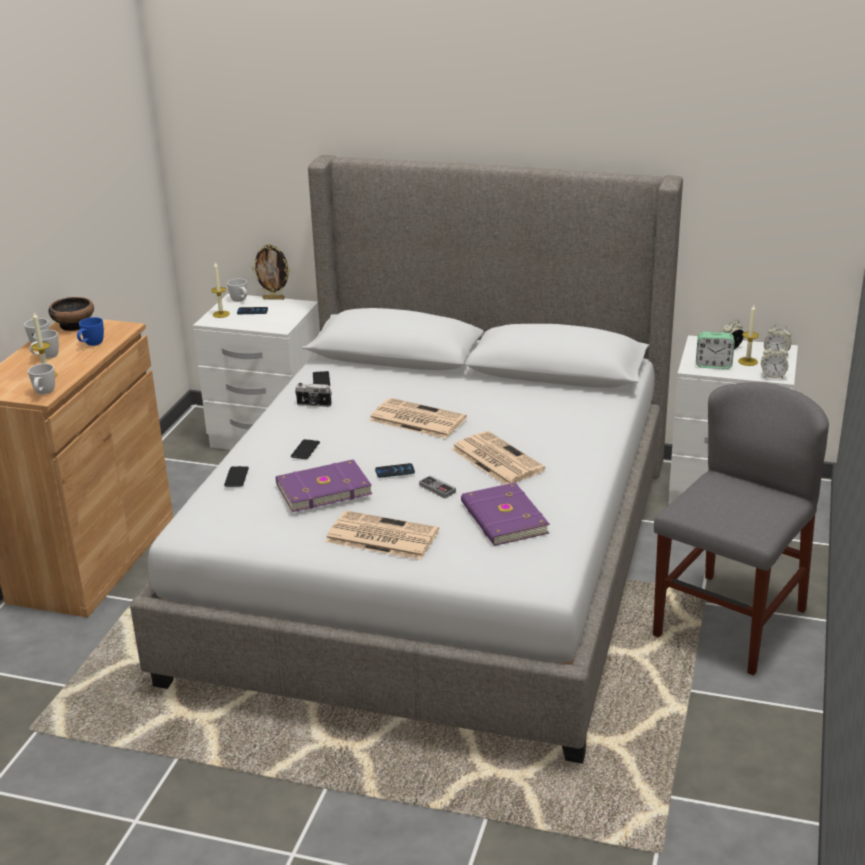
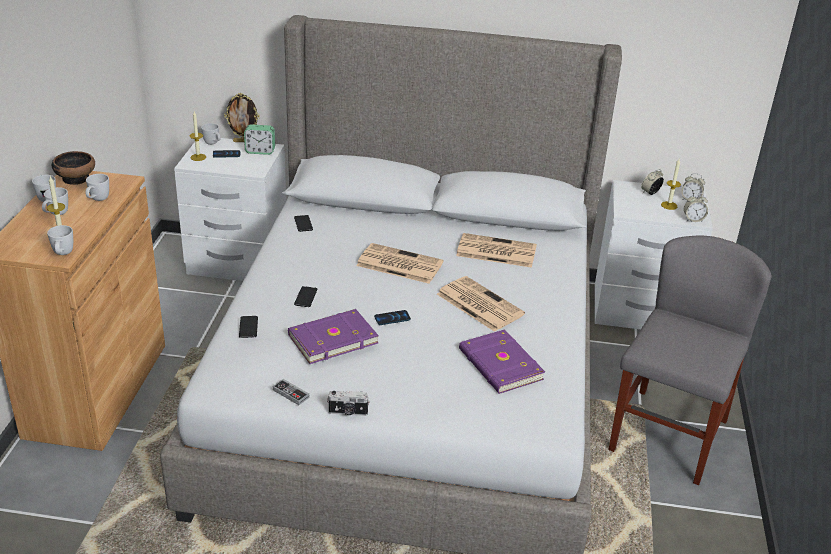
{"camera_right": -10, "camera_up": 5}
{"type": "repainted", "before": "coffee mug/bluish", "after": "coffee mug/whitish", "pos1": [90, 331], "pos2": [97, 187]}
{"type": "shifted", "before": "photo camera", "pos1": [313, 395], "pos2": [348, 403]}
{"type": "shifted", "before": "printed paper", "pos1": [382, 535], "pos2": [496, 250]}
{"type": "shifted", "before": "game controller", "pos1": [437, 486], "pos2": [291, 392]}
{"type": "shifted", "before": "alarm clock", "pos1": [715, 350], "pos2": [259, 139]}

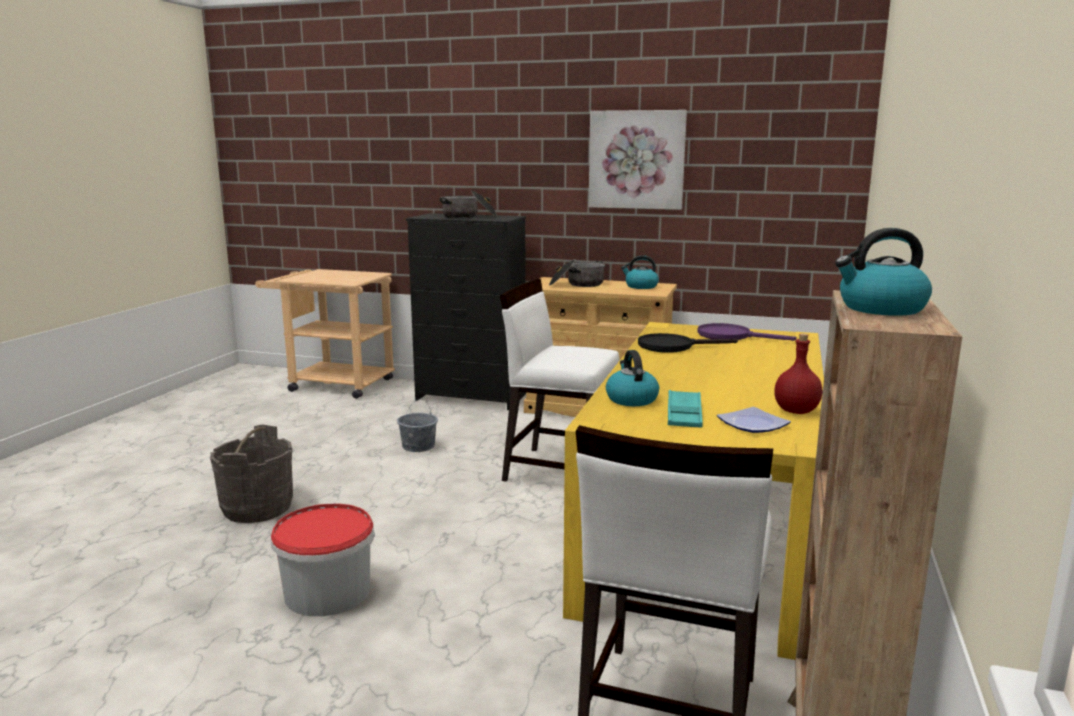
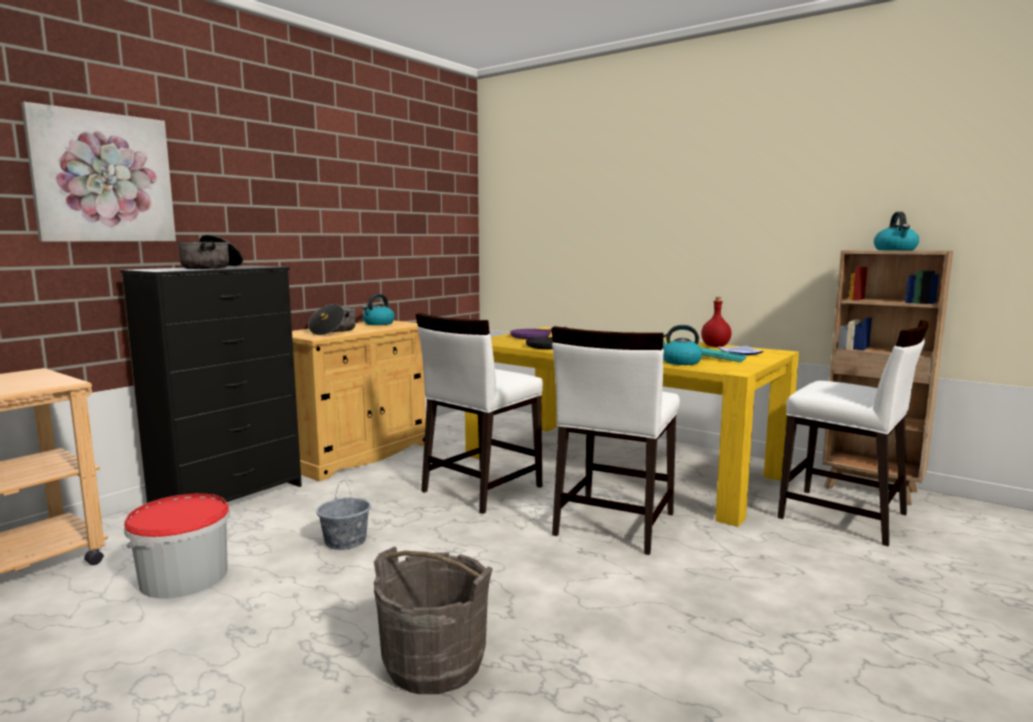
{"camera_right": -70, "camera_up": -5}
{"type": "shifted", "before": "bucket", "pos1": [323, 559], "pos2": [177, 545]}
{"type": "shifted", "before": "wall picture", "pos1": [638, 160], "pos2": [98, 172]}
{"type": "new", "after": "chair/whitish", "pos2": [615, 440]}

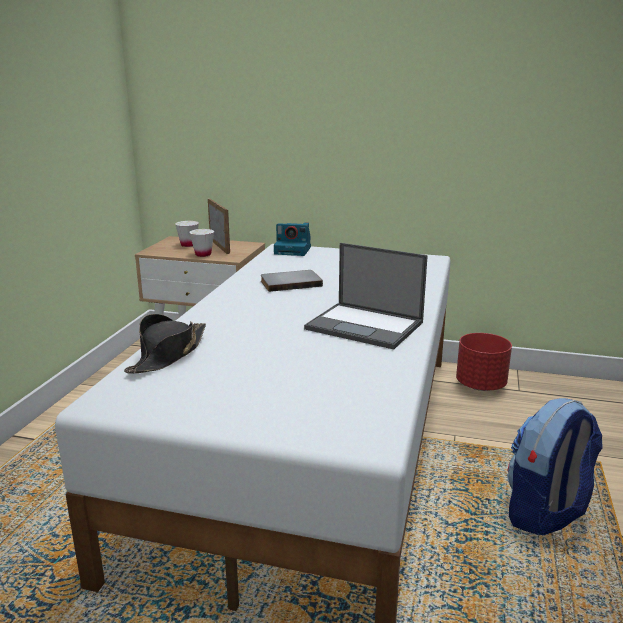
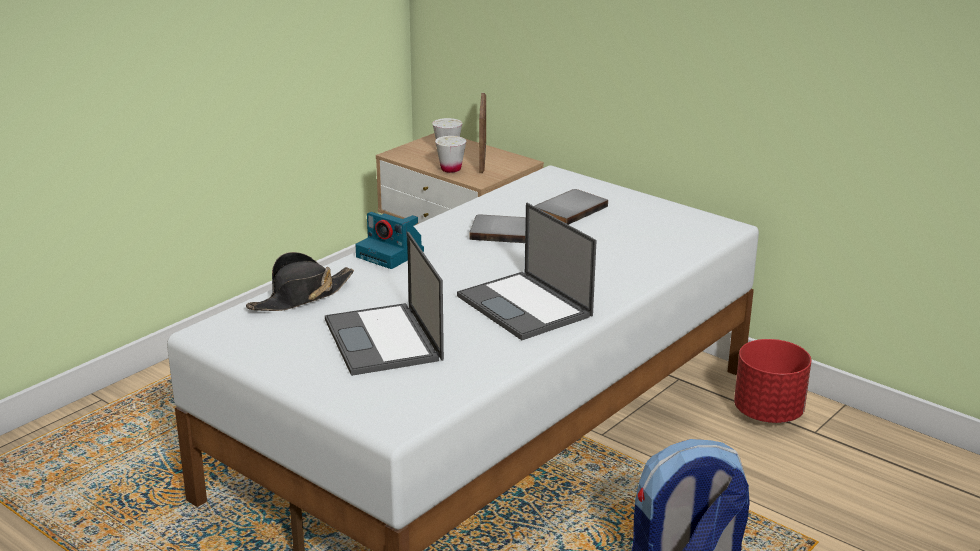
{"camera_right": 25, "camera_up": 5}
{"type": "shifted", "before": "photo camera", "pos1": [292, 239], "pos2": [389, 240]}
{"type": "new", "after": "laptop", "pos2": [384, 304]}
{"type": "new", "after": "volume/gray", "pos2": [571, 207]}

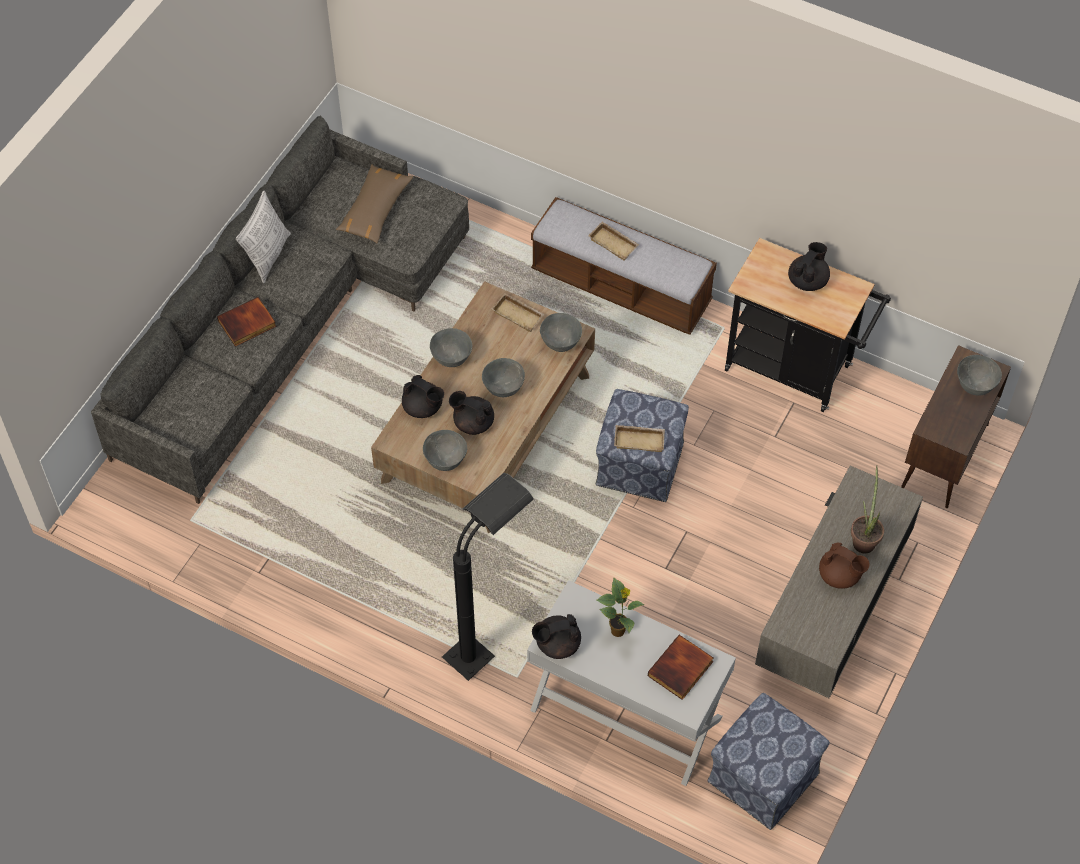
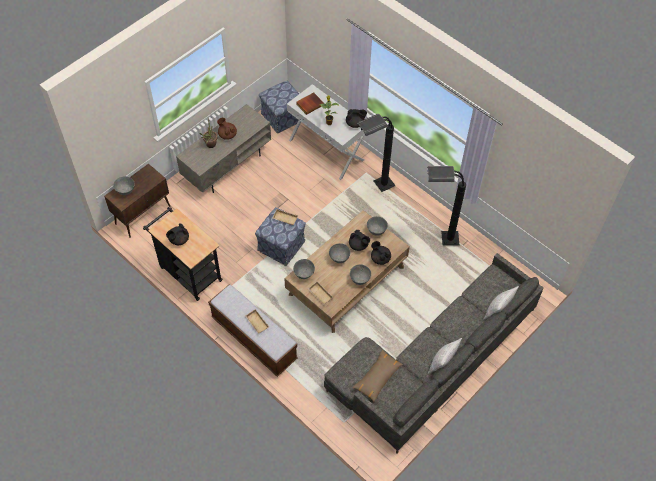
{"camera_right": -165, "camera_up": 0}
{"type": "gone", "before": "volume", "pos1": [246, 321]}
{"type": "new", "after": "standard lamp/black", "pos2": [446, 205]}
{"type": "new", "after": "throw pillow", "pos2": [501, 303]}

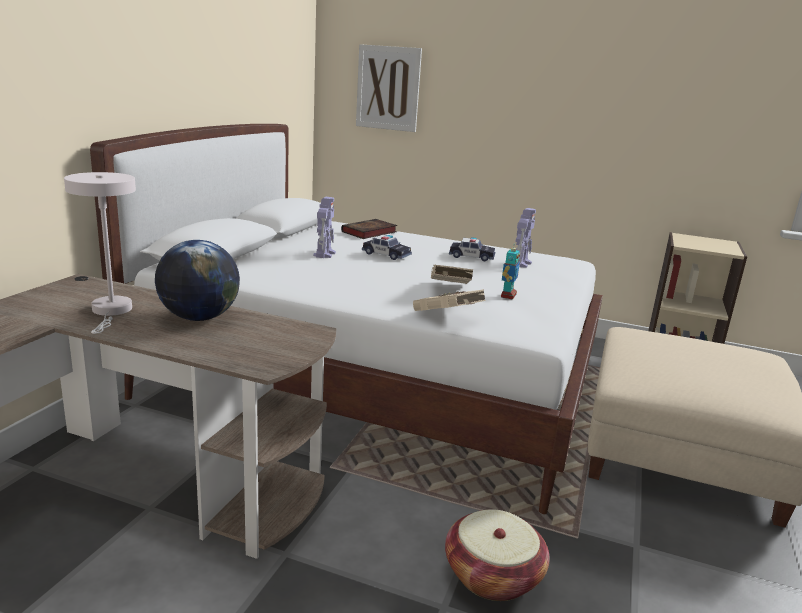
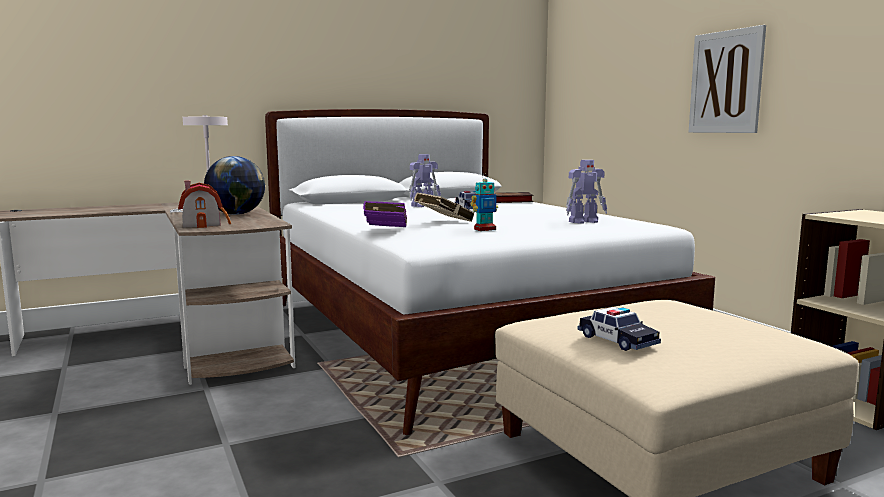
{"camera_right": 45, "camera_up": -10}
{"type": "shifted", "before": "wall picture", "pos1": [389, 88], "pos2": [727, 79]}
{"type": "repainted", "before": "volume/sand-coloured", "after": "volume/purple-coloured", "pos1": [449, 300], "pos2": [385, 214]}
{"type": "gone", "before": "basket", "pos1": [497, 555]}
{"type": "shifted", "before": "toy car", "pos1": [472, 249], "pos2": [619, 329]}
{"type": "new", "after": "model house", "pos2": [204, 204]}

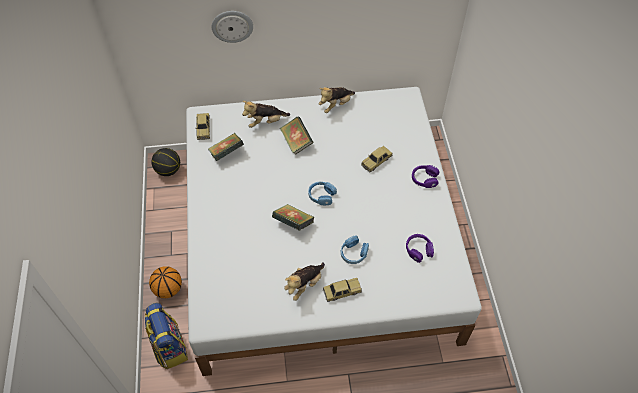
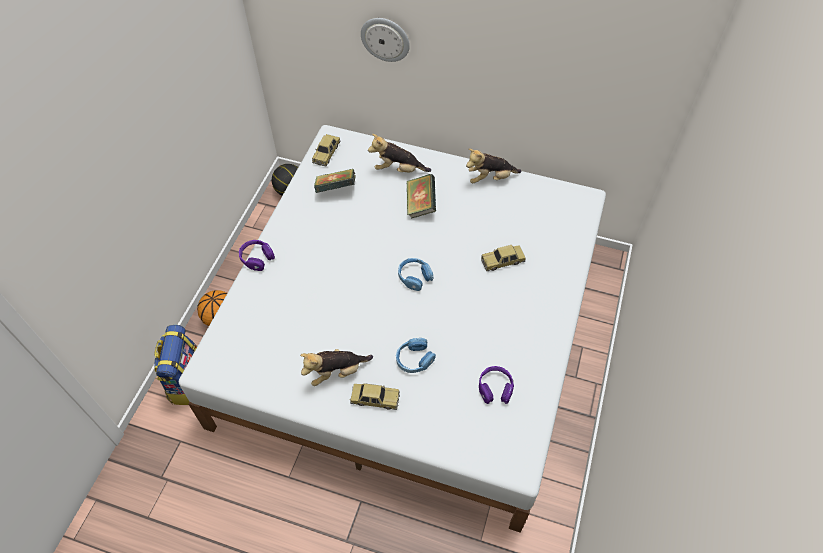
{"camera_right": 25, "camera_up": 0}
{"type": "gone", "before": "volume", "pos1": [293, 217]}
{"type": "shifted", "before": "headset/purple-coloured", "pos1": [426, 176], "pos2": [257, 255]}

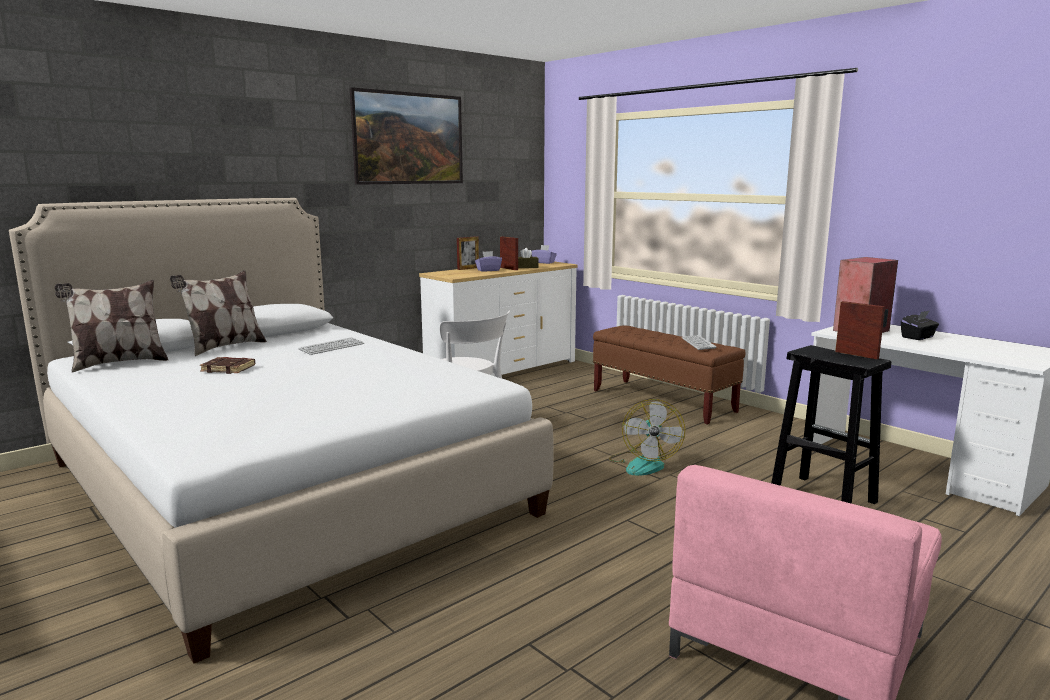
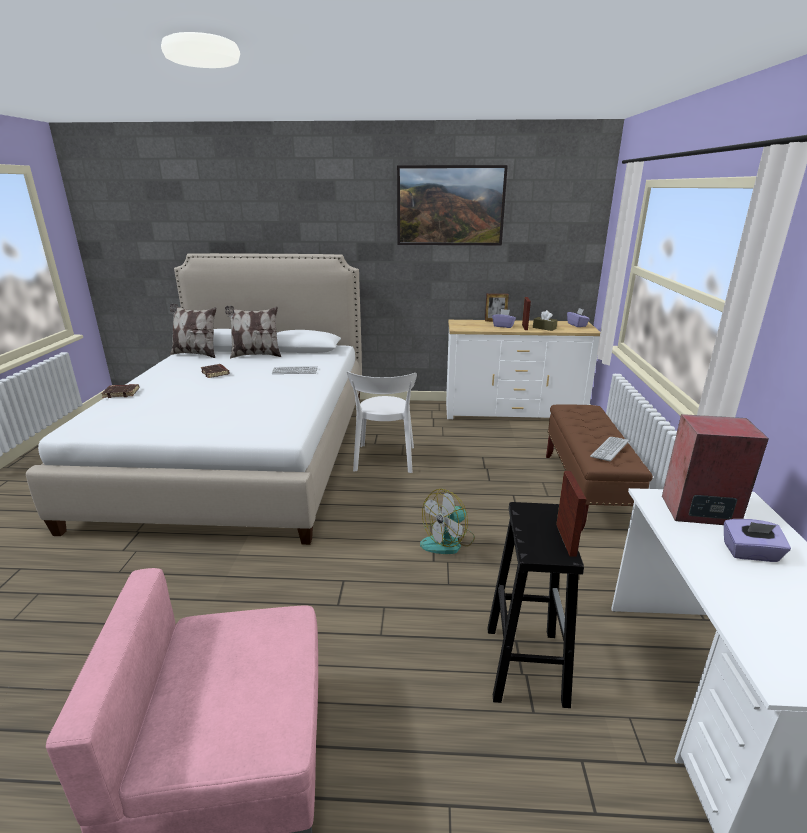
{"camera_right": 45, "camera_up": 10}
{"type": "repainted", "before": "tissue box/black", "after": "tissue box/purple-coloured", "pos1": [920, 325], "pos2": [757, 540]}
{"type": "new", "after": "volume/brown", "pos2": [120, 391]}

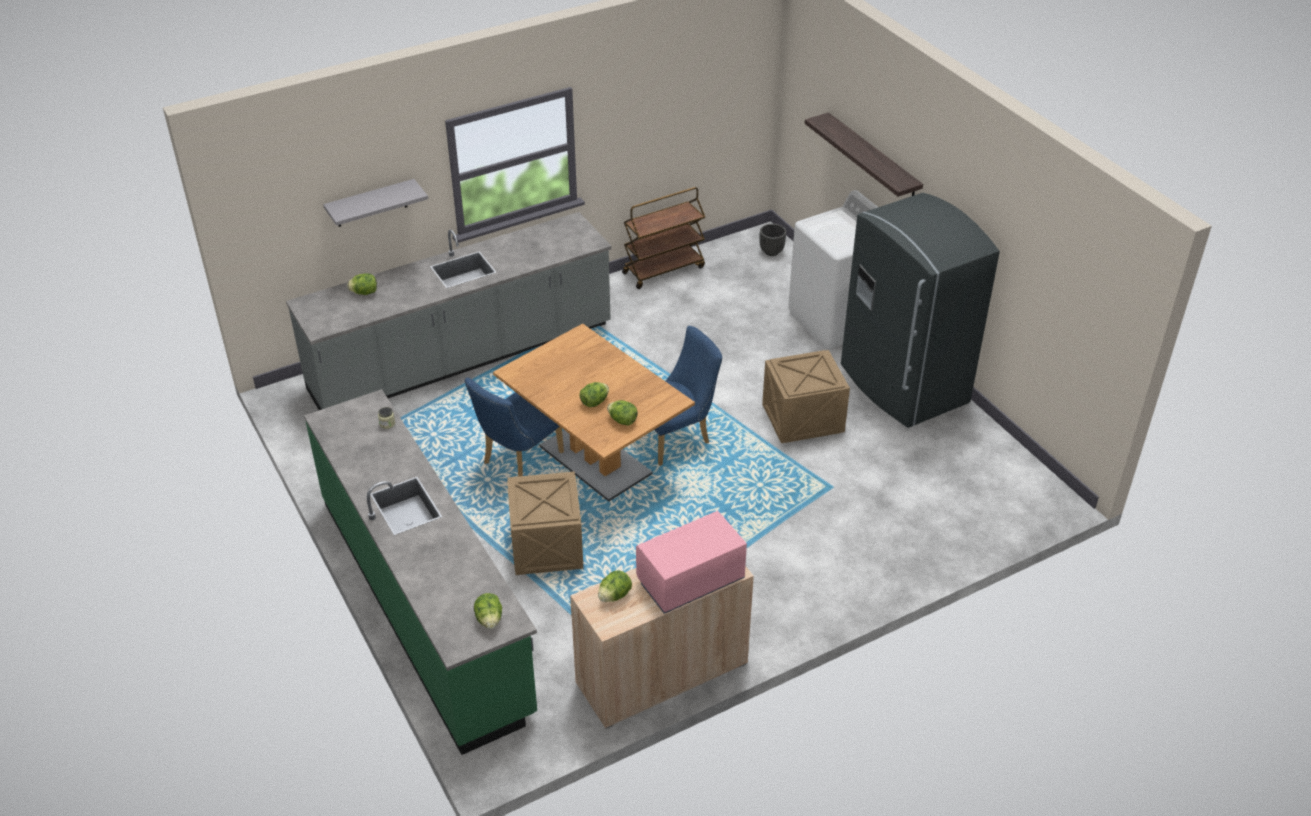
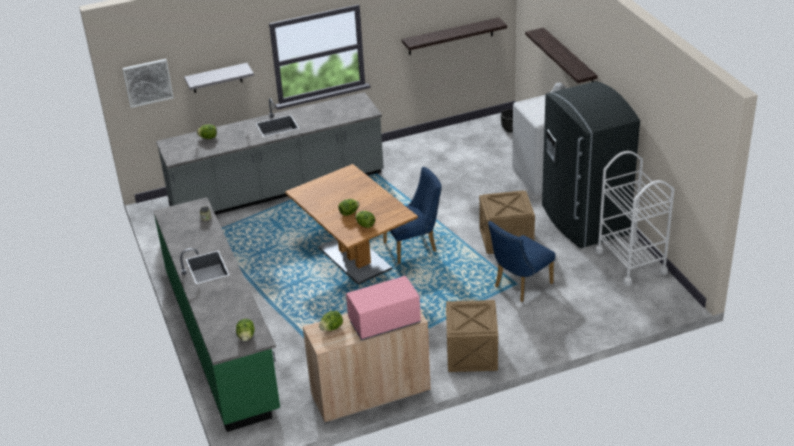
{"camera_right": 10, "camera_up": -5}
{"type": "shifted", "before": "chair/bluish", "pos1": [514, 427], "pos2": [521, 261]}
{"type": "shifted", "before": "shipping crate", "pos1": [545, 523], "pos2": [472, 336]}
{"type": "gone", "before": "wheeled cart/brown", "pos1": [663, 238]}
{"type": "new", "after": "wall picture", "pos2": [148, 83]}
{"type": "new", "after": "bracket shelf", "pos2": [454, 36]}
{"type": "new", "after": "wheeled cart/whitish", "pos2": [635, 218]}

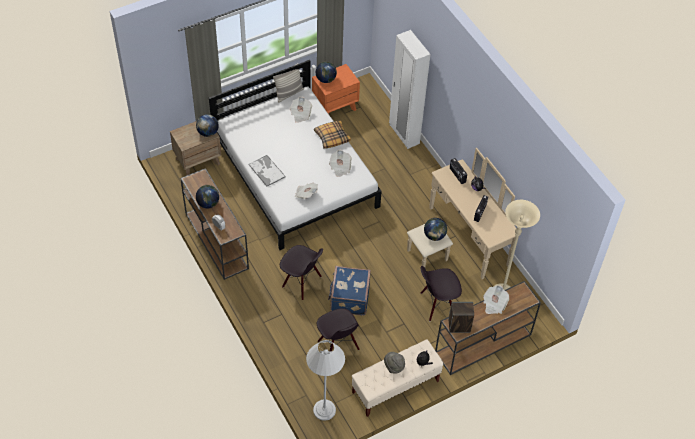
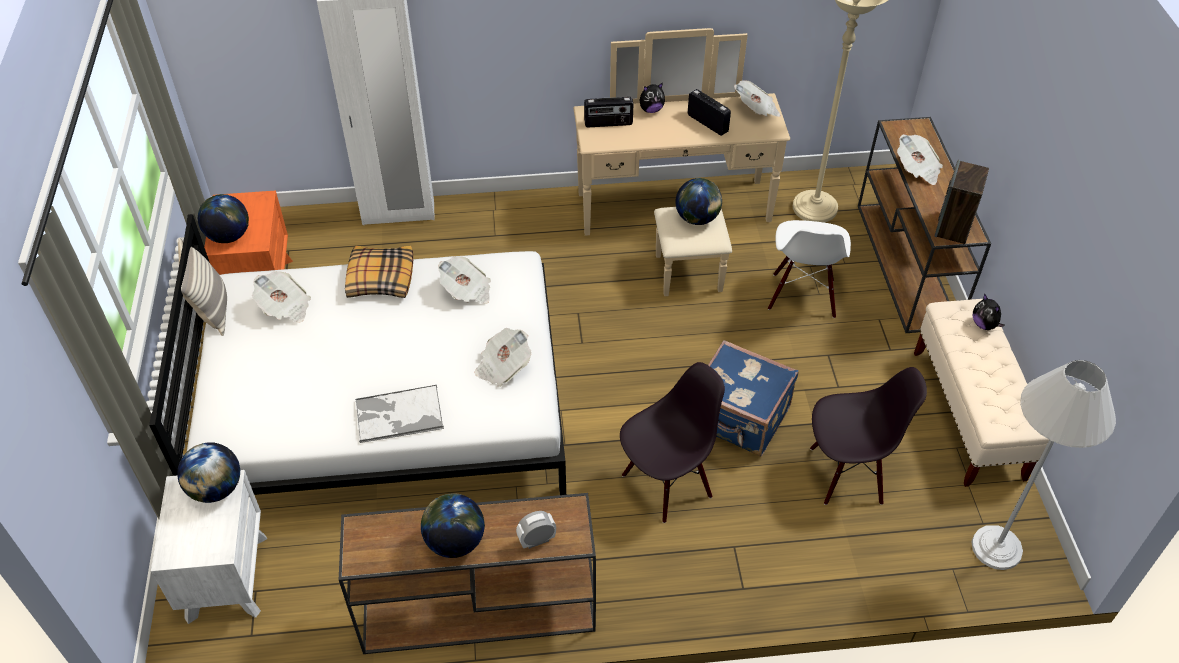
{"camera_right": -65, "camera_up": -5}
{"type": "repainted", "before": "nightstand/brown", "after": "nightstand/whitish", "pos1": [195, 148], "pos2": [209, 547]}
{"type": "gone", "before": "wearable hat/gray", "pos1": [394, 363]}
{"type": "repainted", "before": "chair/black", "after": "chair/whitish", "pos1": [441, 293], "pos2": [809, 269]}
{"type": "new", "after": "printed paper", "pos2": [757, 98]}

